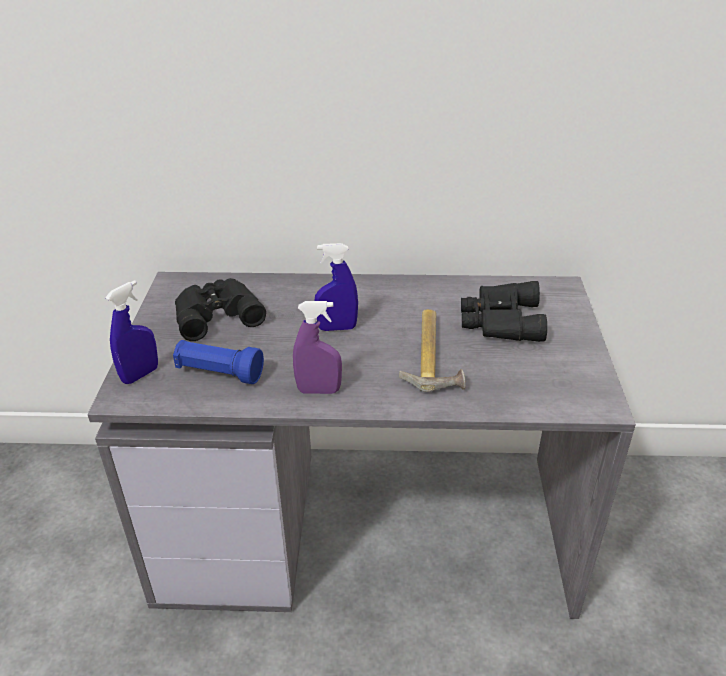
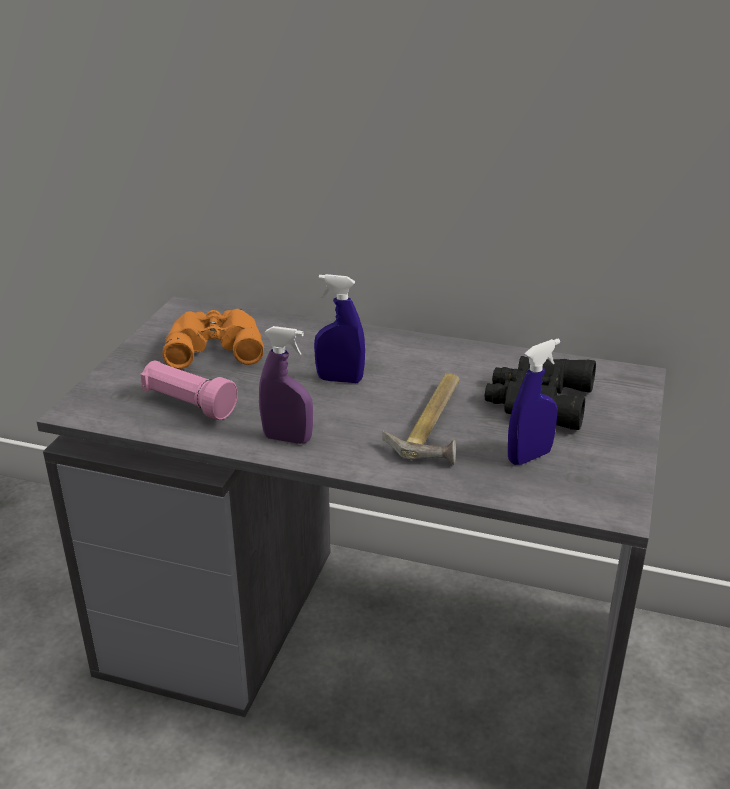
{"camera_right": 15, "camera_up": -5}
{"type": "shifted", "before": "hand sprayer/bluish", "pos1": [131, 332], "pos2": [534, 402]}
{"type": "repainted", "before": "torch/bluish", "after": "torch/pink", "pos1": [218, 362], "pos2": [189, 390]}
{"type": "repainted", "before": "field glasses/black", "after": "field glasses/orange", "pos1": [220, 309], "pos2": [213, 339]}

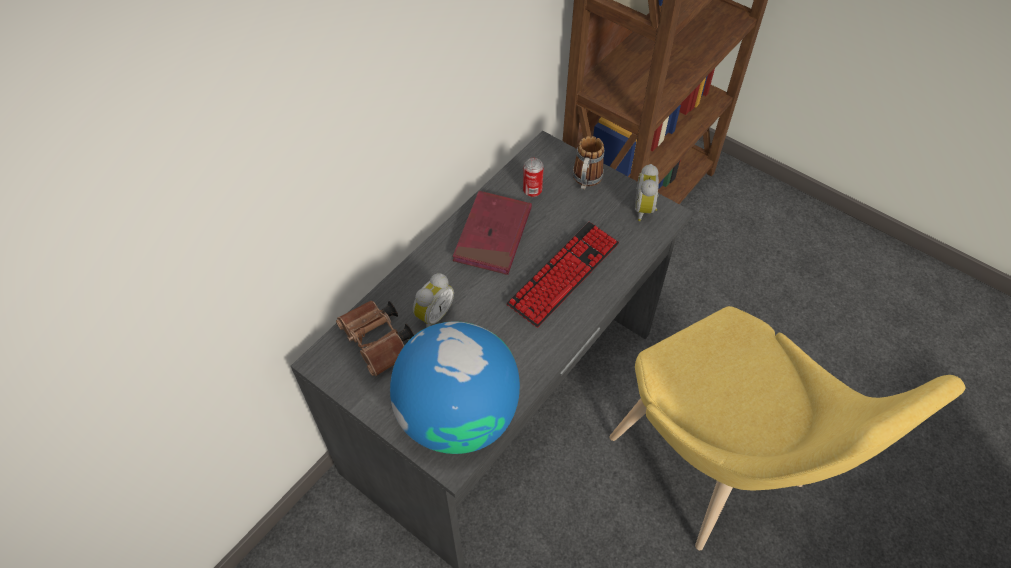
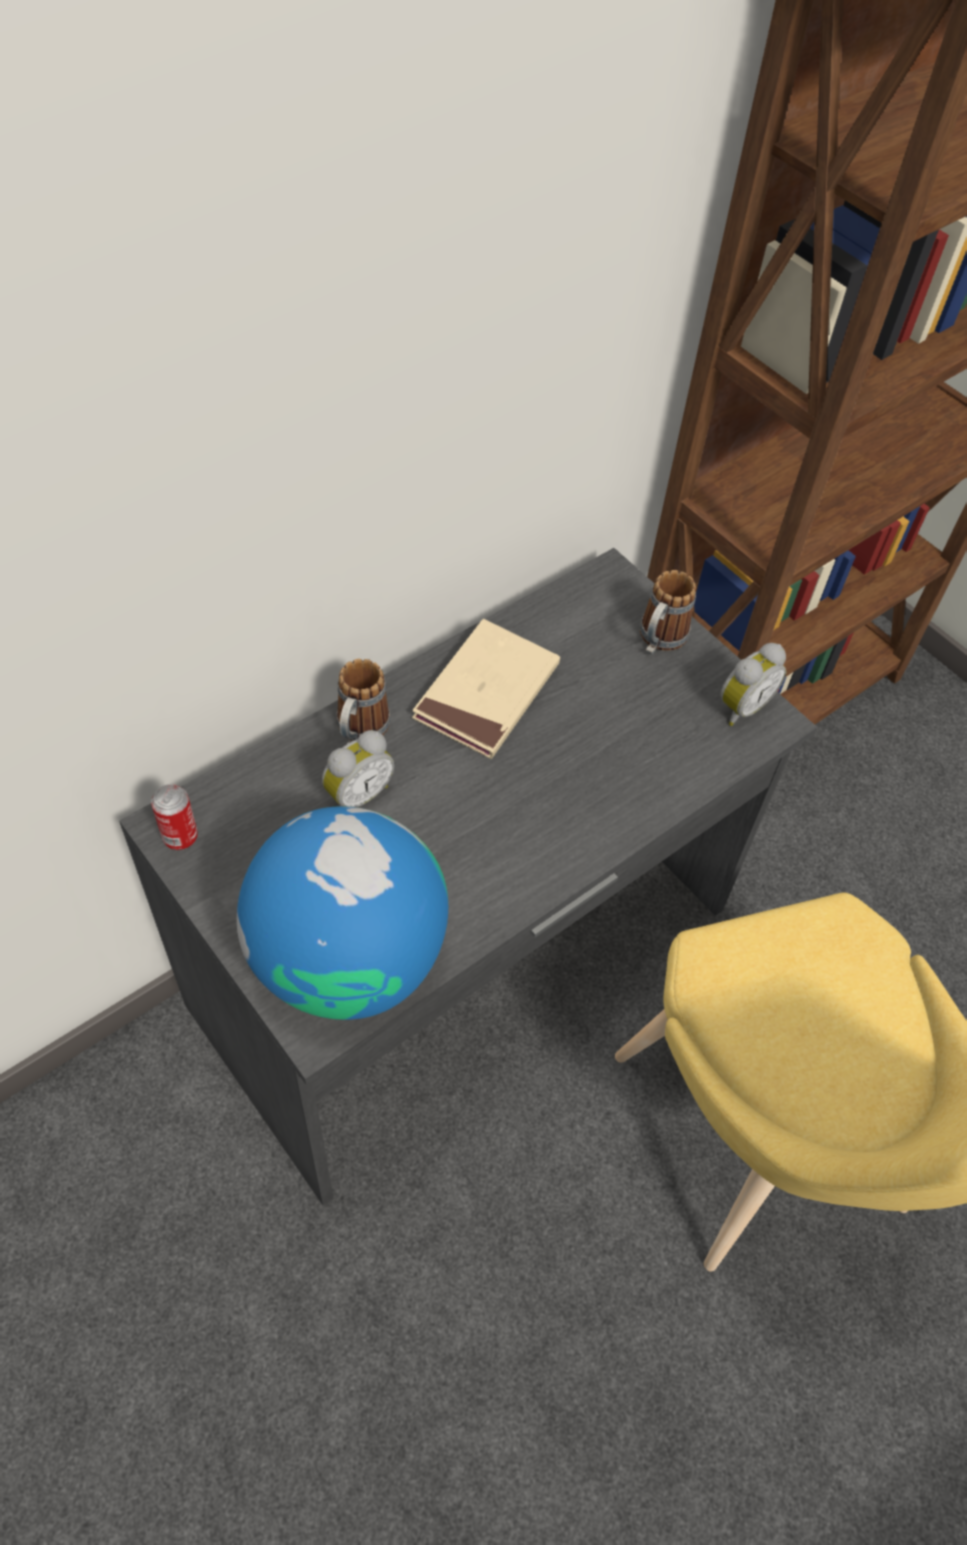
{"camera_right": 10, "camera_up": 0}
{"type": "gone", "before": "field glasses/brown", "pos1": [375, 338]}
{"type": "repainted", "before": "volume/red-coloured", "after": "volume/sand-coloured", "pos1": [492, 233], "pos2": [486, 689]}
{"type": "gone", "before": "PC keyboard", "pos1": [563, 274]}
{"type": "shifted", "before": "sealed can", "pos1": [533, 177], "pos2": [174, 817]}
{"type": "rotated", "before": "alarm clock", "pos1": [647, 192], "pos2": [753, 684], "turn": -150}
{"type": "new", "after": "coffee mug", "pos2": [363, 701]}

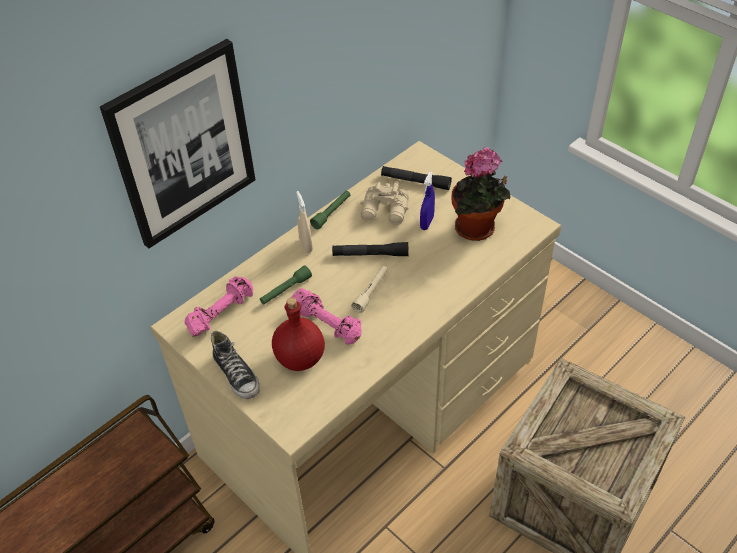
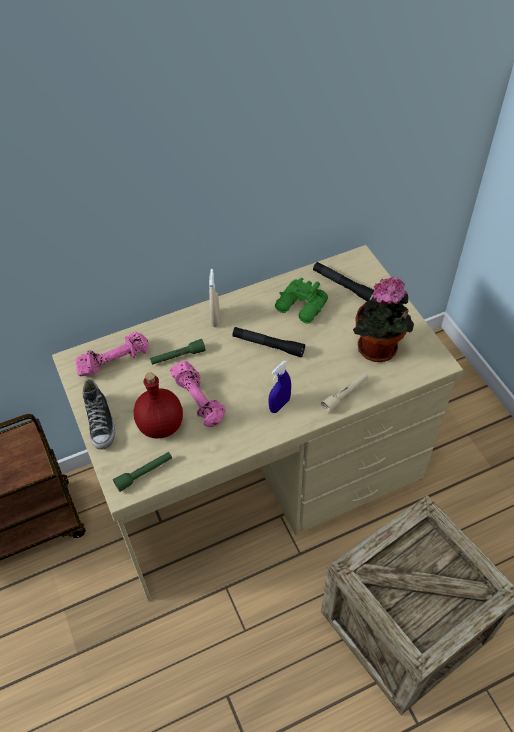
{"camera_right": 20, "camera_up": 5}
{"type": "gone", "before": "wall picture", "pos1": [178, 144]}
{"type": "shifted", "before": "torch/greenish", "pos1": [330, 210], "pos2": [142, 472]}
{"type": "shifted", "before": "torch/sand-coloured", "pos1": [369, 289], "pos2": [344, 393]}
{"type": "repainted", "before": "field glasses/sand-coloured", "after": "field glasses/greenish", "pos1": [384, 203], "pos2": [301, 301]}
{"type": "shifted", "before": "hand sprayer/bluish", "pos1": [427, 201], "pos2": [280, 386]}

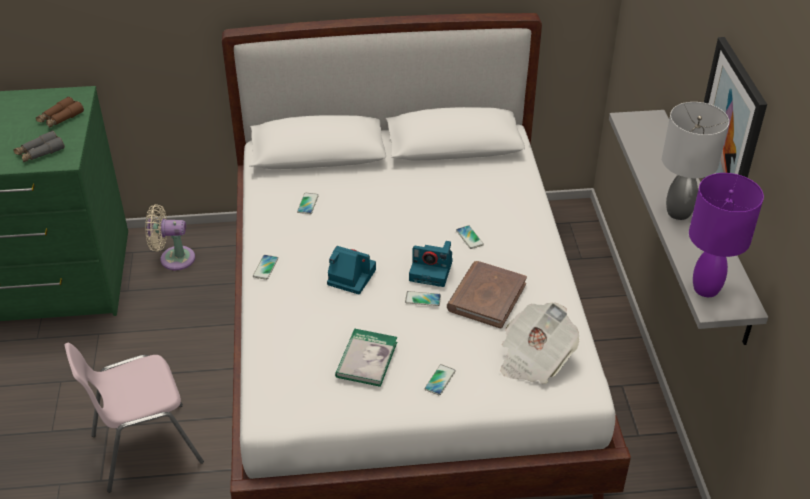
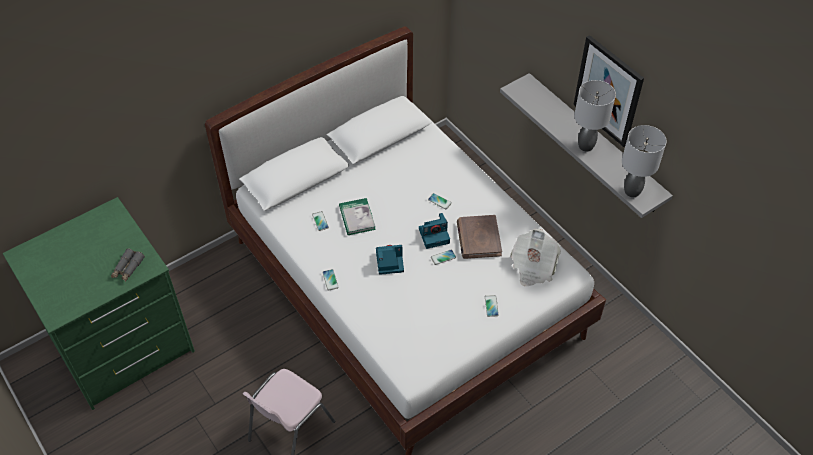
{"camera_right": -30, "camera_up": 10}
{"type": "gone", "before": "field glasses/brown", "pos1": [60, 112]}
{"type": "gone", "before": "fan/sand-coloured", "pos1": [170, 237]}
{"type": "shifted", "before": "volume", "pos1": [366, 358], "pos2": [357, 216]}
{"type": "repainted", "before": "table lamp/purple-coloured", "after": "table lamp/gray", "pos1": [726, 235], "pos2": [644, 161]}

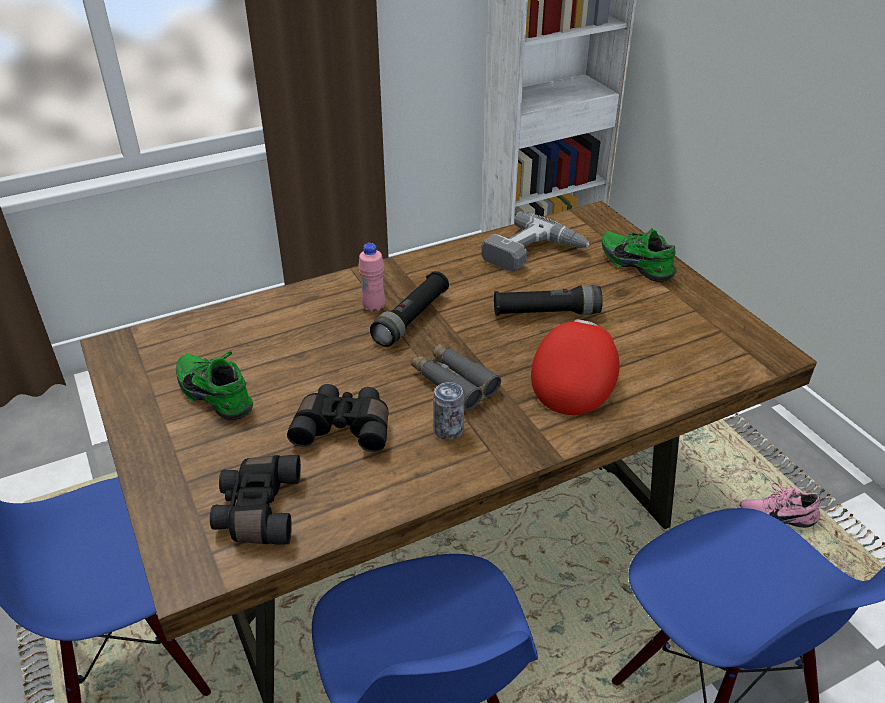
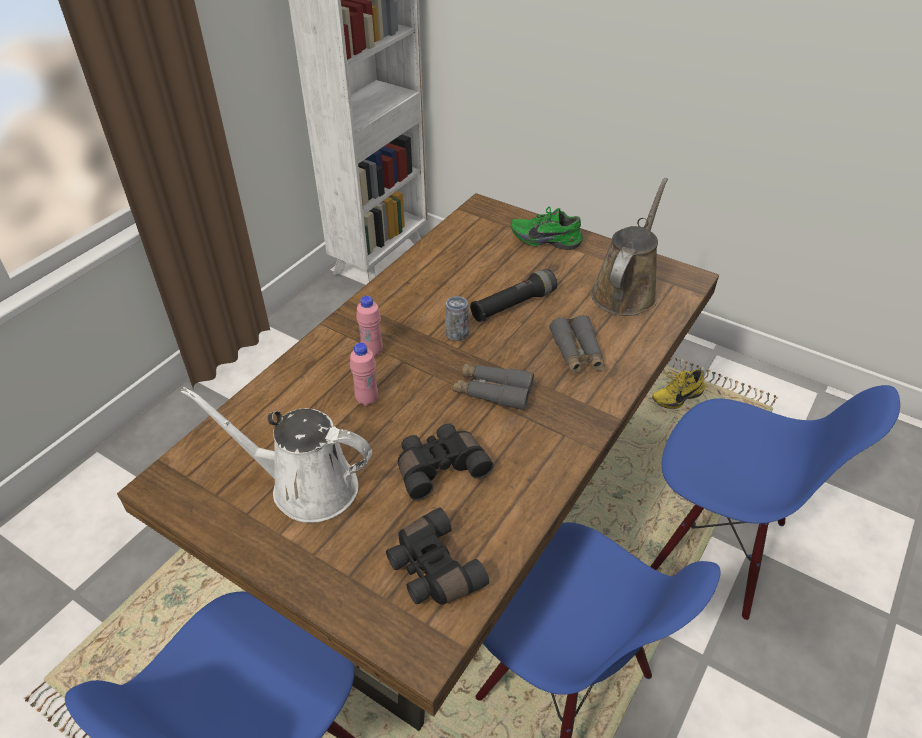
{"camera_right": -30, "camera_up": 5}
{"type": "swapped", "before": "low shoe/greenish", "after": "sprinkling can/whitish", "pos1": [214, 385], "pos2": [276, 455]}
{"type": "gone", "before": "torch/black", "pos1": [409, 309]}
{"type": "shifted", "before": "sealed can", "pos1": [448, 411], "pos2": [457, 318]}
{"type": "gone", "before": "power drill", "pos1": [535, 241]}
{"type": "swapped", "before": "cap/red-coloured", "after": "field glasses/gray", "pos1": [575, 367], "pos2": [577, 345]}
{"type": "repainted", "before": "low shoe/pink", "after": "low shoe/yellow", "pos1": [780, 505], "pos2": [678, 389]}
{"type": "new", "after": "beverage bottle/pink", "pos2": [364, 374]}
{"type": "new", "after": "sprinkling can/brown", "pos2": [629, 247]}

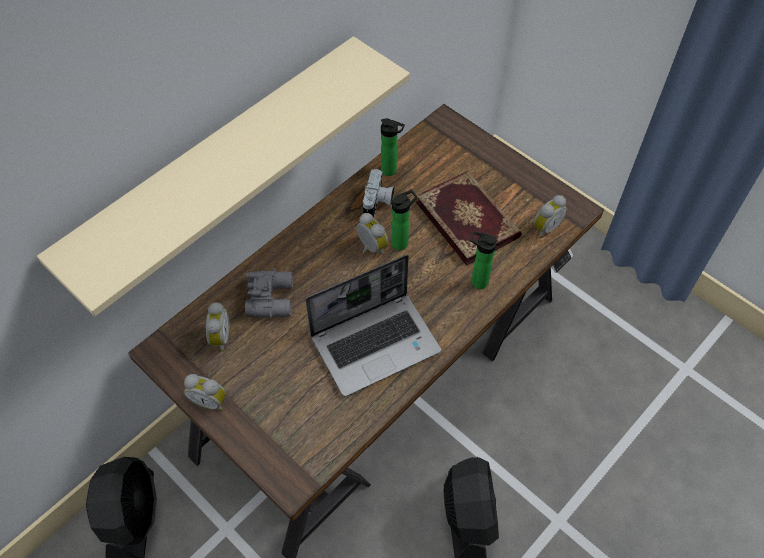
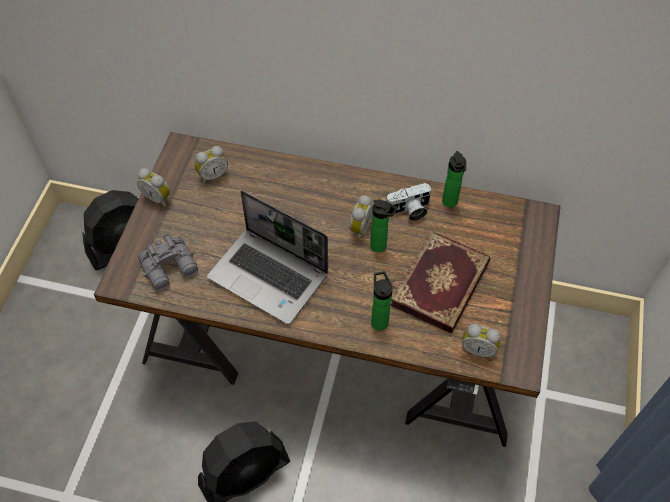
{"camera_right": 60, "camera_up": 0}
{"type": "gone", "before": "bracket shelf/sand-coloured", "pos1": [223, 176]}
{"type": "rotated", "before": "alarm clock", "pos1": [205, 392], "pos2": [153, 187], "turn": -45}
{"type": "shifted", "before": "field glasses/gray", "pos1": [269, 293], "pos2": [168, 262]}

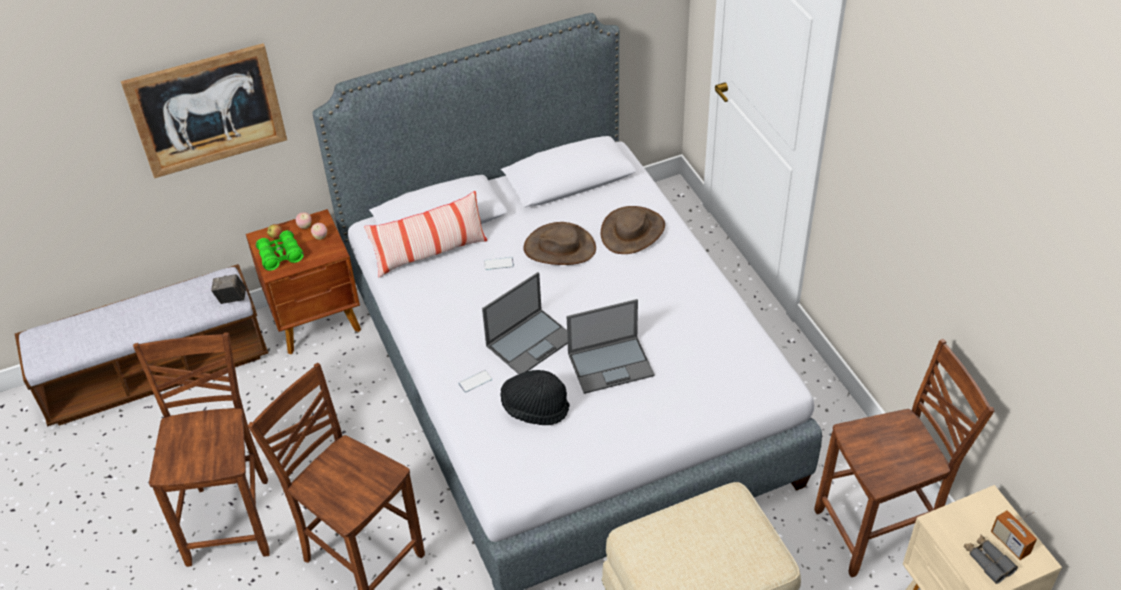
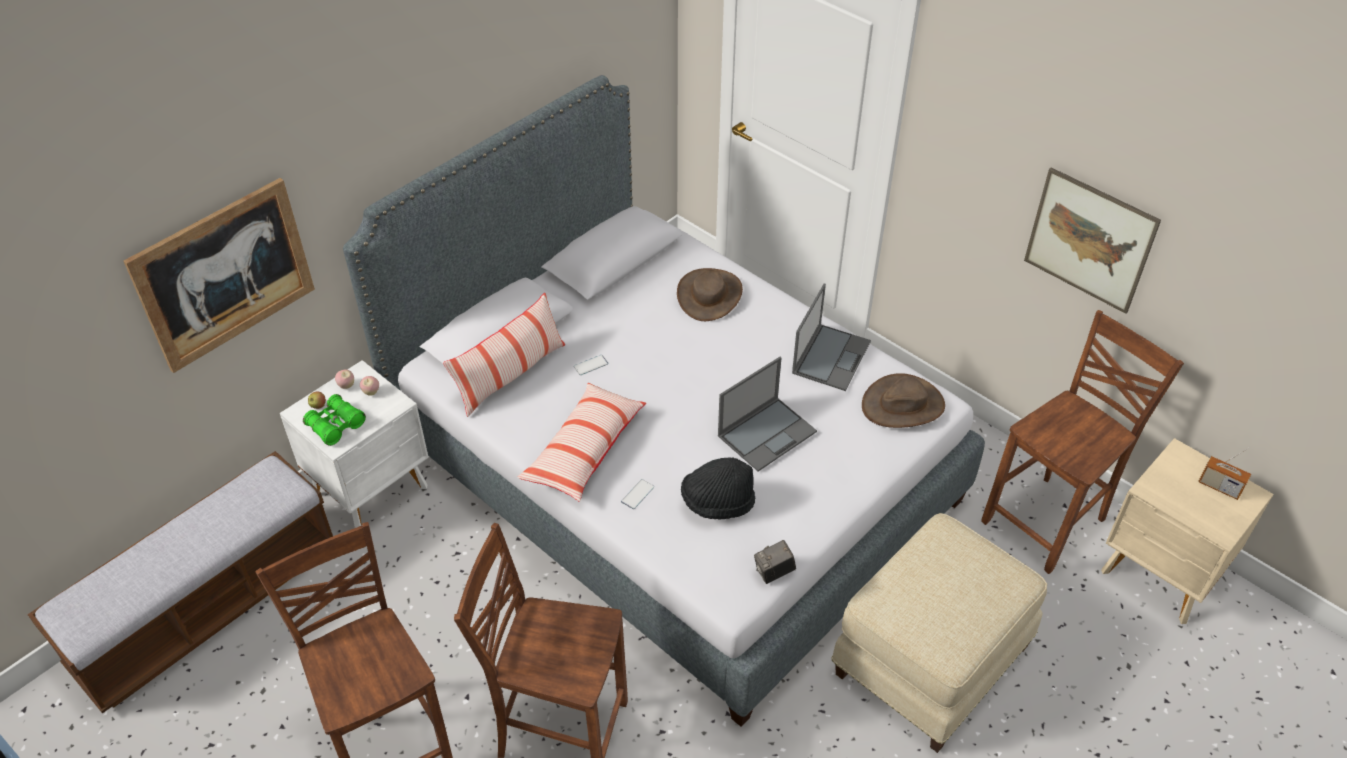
{"camera_right": -25, "camera_up": 0}
{"type": "shifted", "before": "photo camera", "pos1": [228, 289], "pos2": [775, 562]}
{"type": "repainted", "before": "nightstand/brown", "after": "nightstand/whitish", "pos1": [303, 282], "pos2": [354, 444]}
{"type": "shifted", "before": "laptop", "pos1": [525, 323], "pos2": [831, 337]}
{"type": "shifted", "before": "wearable hat/brown", "pos1": [559, 243], "pos2": [903, 400]}
{"type": "gone", "before": "field glasses/gray", "pos1": [991, 559]}
{"type": "new", "after": "throw pillow", "pos2": [582, 442]}
{"type": "new", "after": "wall picture", "pos2": [1092, 240]}

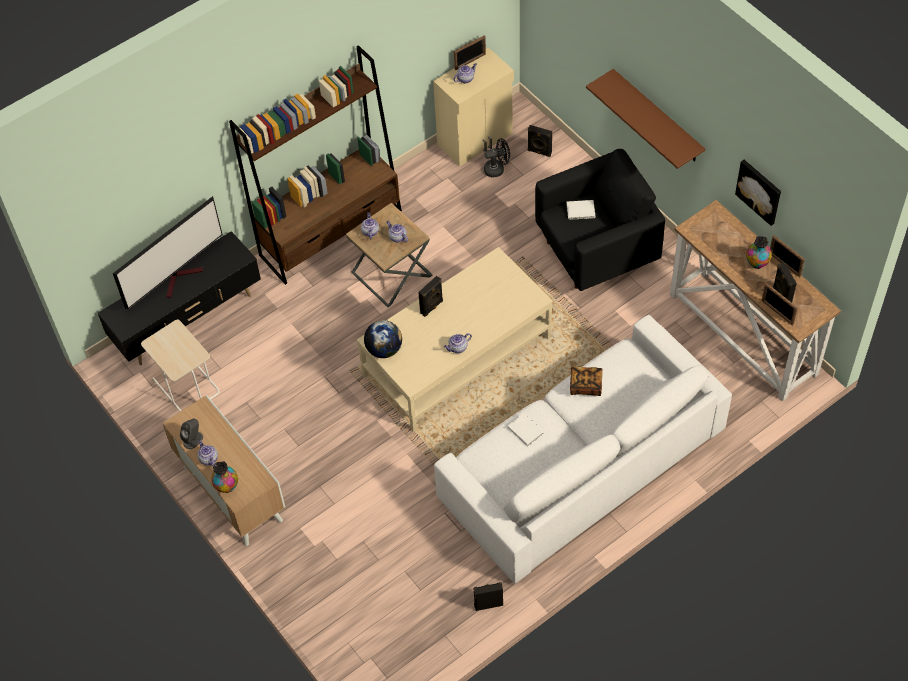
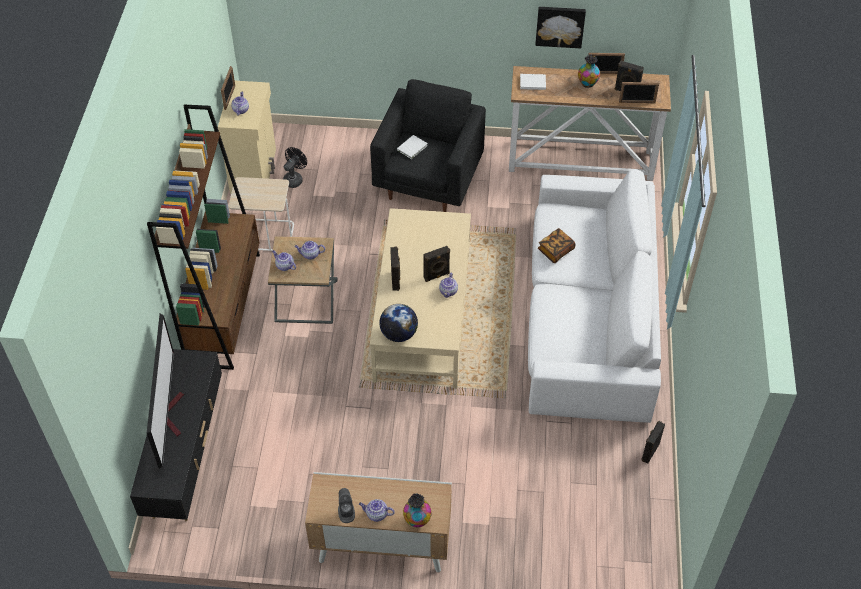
{"camera_right": -50, "camera_up": -5}
{"type": "shifted", "before": "accent table/sand-coloured", "pos1": [180, 366], "pos2": [261, 214]}
{"type": "shifted", "before": "volume/whitish", "pos1": [526, 429], "pos2": [533, 82]}
{"type": "shifted", "before": "speaker/black", "pos1": [540, 141], "pos2": [436, 264]}
{"type": "gone", "before": "bracket shelf/brown", "pos1": [645, 119]}

